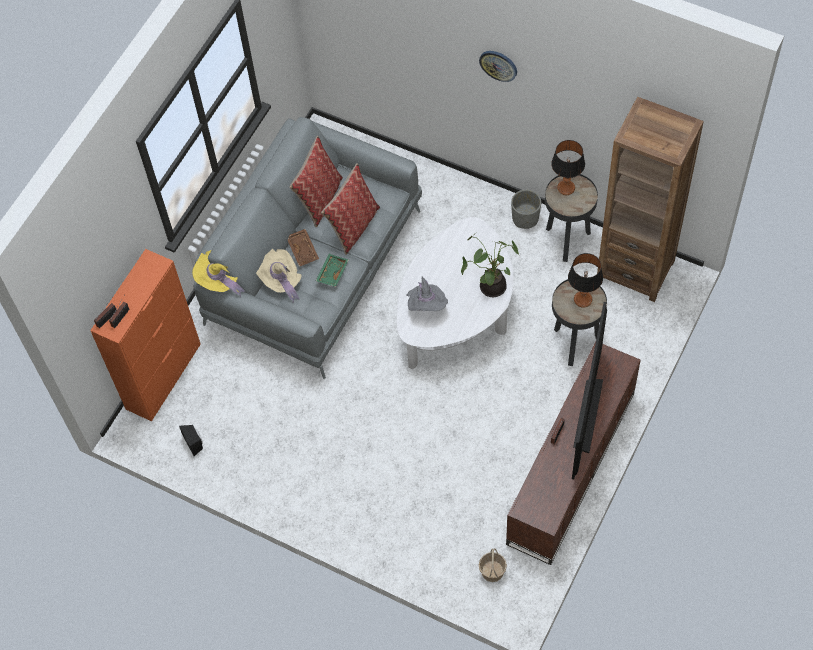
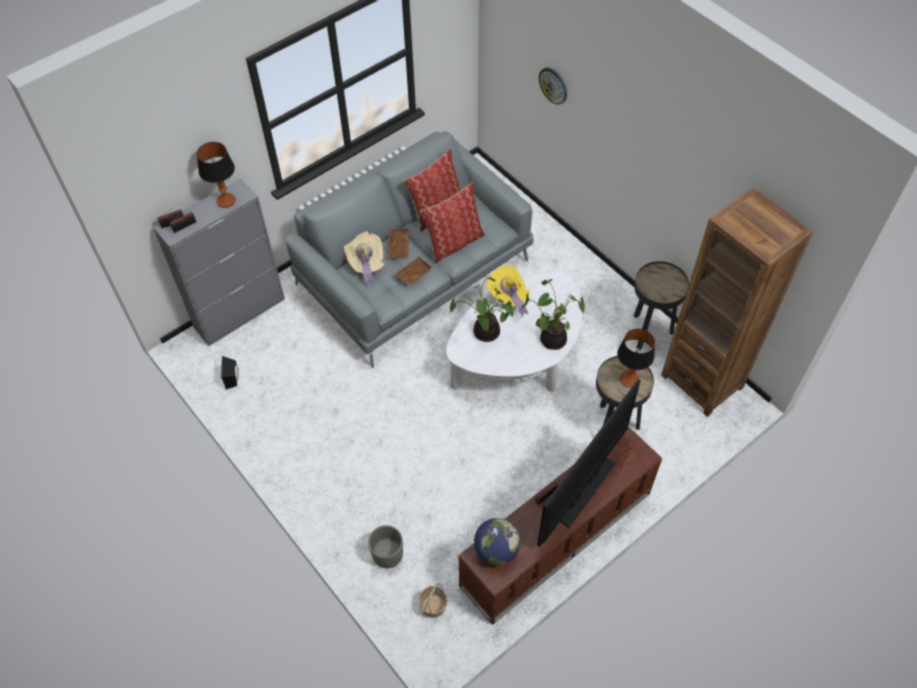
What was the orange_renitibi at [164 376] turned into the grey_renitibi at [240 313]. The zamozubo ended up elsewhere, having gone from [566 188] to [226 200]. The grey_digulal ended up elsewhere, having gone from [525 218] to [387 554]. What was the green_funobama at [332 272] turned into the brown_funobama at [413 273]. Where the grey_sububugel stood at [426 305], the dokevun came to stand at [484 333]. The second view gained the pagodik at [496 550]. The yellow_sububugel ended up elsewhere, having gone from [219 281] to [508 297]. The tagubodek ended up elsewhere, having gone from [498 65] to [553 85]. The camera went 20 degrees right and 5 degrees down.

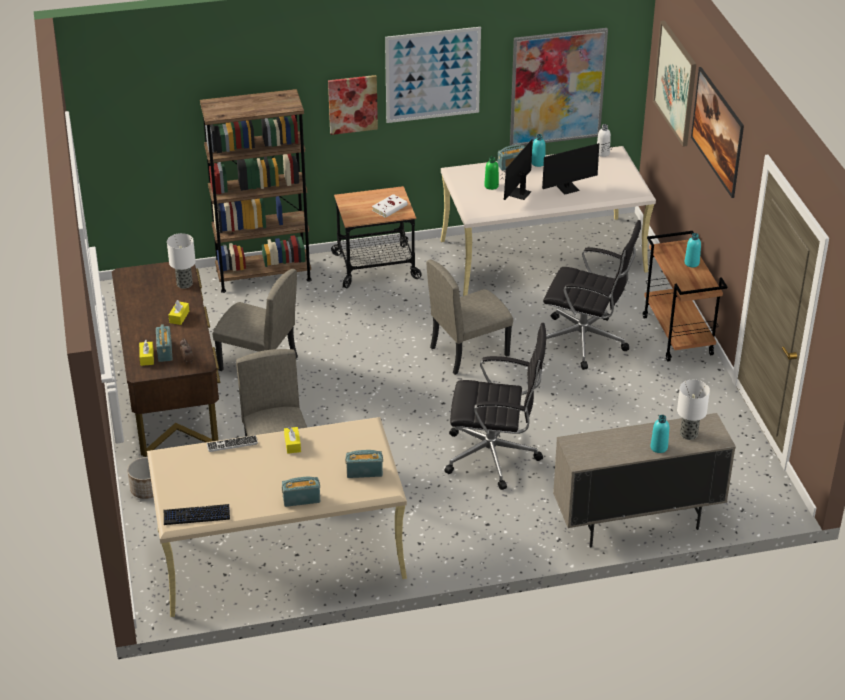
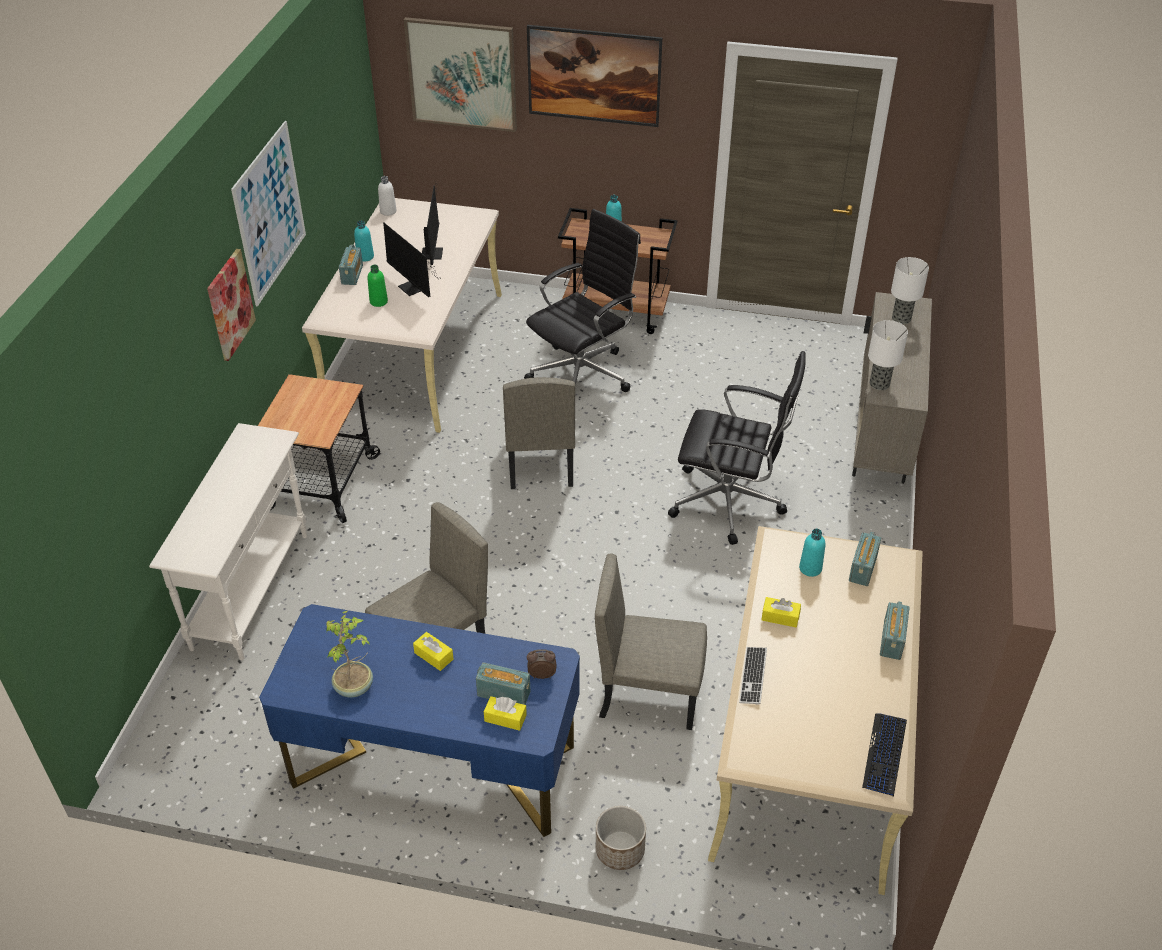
Where the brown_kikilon stood at [263 275], the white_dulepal came to stand at [251 590]. What was the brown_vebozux at [171 394] turned into the blue_vebozux at [433 764]. The second view gained the dokevun at [355 687]. The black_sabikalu at [494 456] ended up facing another way, 75 degrees clockwise from before. The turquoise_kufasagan ended up elsewhere, having gone from [659 447] to [810 568]. The zamozubo ended up elsewhere, having gone from [184 284] to [879 384]. The second view lost the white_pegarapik at [390 207]. The second view lost the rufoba at [557 87]. The camera went 65 degrees left and 5 degrees up.

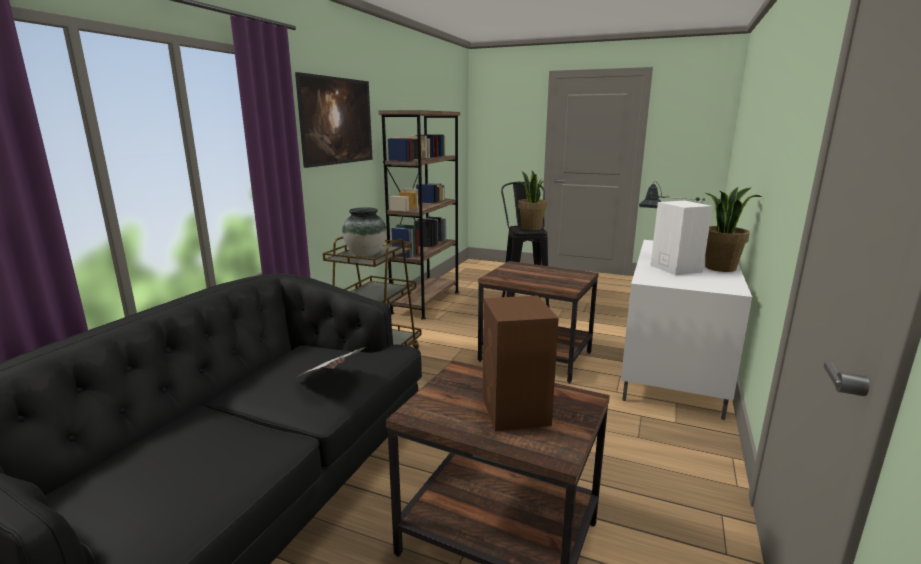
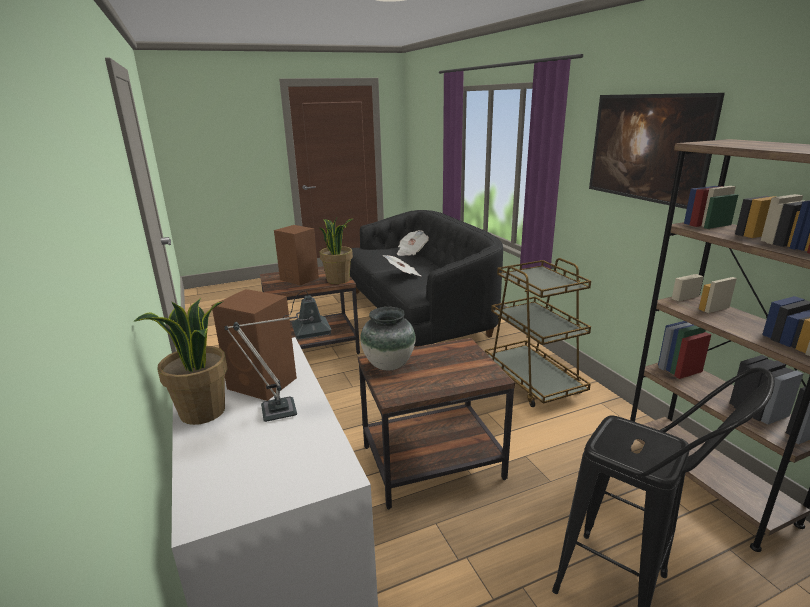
What was the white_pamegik at [675 268] turned into the brown_pamegik at [263 384]. The dokevun ended up elsewhere, having gone from [530 228] to [338 280]. The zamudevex ended up elsewhere, having gone from [365 255] to [389 365]. The second view gained the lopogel at [411 252]. The camera went 135 degrees right and 5 degrees up.

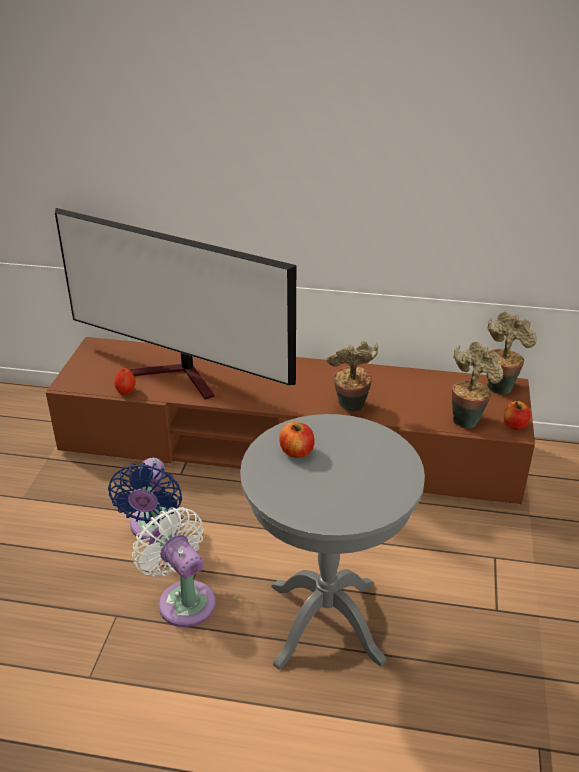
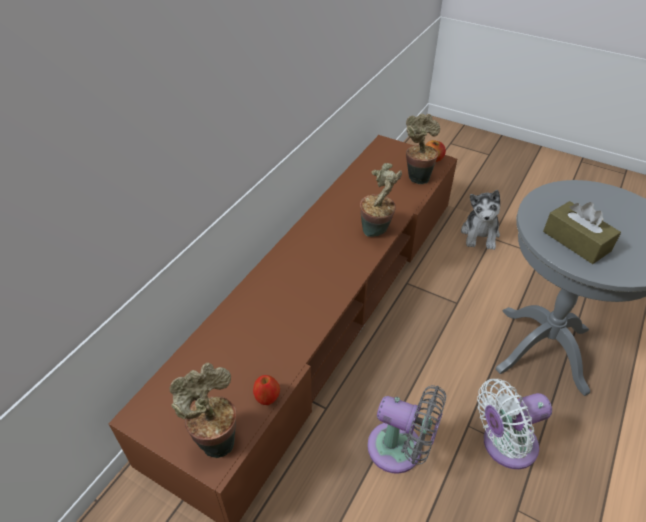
The dokevun ended up elsewhere, having gone from [500 386] to [215 439]. What was the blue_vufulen at [154 527] turned into the grey_vufulen at [400 450]. The second view gained the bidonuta at [480 234]. Where the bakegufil stood at [297 452], the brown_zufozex came to stand at [576 241]. The second view lost the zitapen at [182 377]. The camera went 70 degrees left and 10 degrees up.

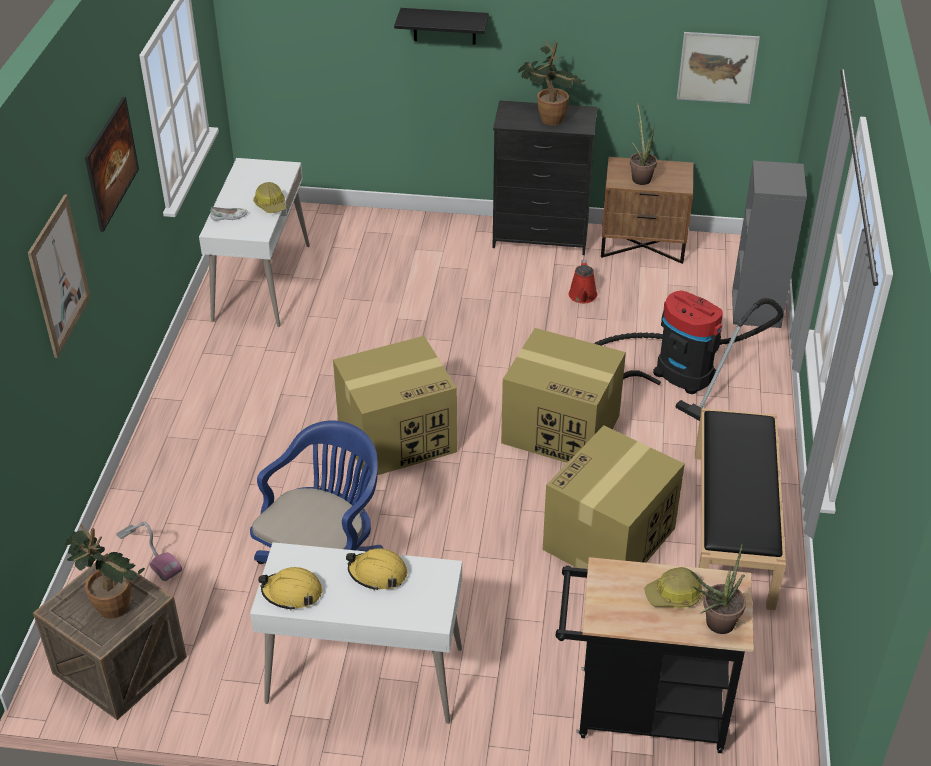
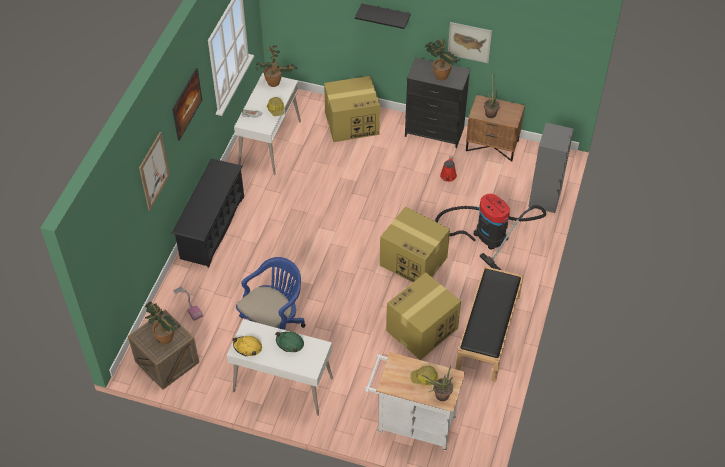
The second view gained the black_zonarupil at [212 227]. The second view gained the dokevun at [276 83]. What was the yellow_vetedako at [378 574] turned into the green_vetedako at [290 343]. The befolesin ended up elsewhere, having gone from [398 437] to [352 123]. What was the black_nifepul at [640 711] turned into the white_nifepul at [412 424]. The rufoba ended up elsewhere, having gone from [717 67] to [469 42]. The camera went 10 degrees right and 10 degrees up.

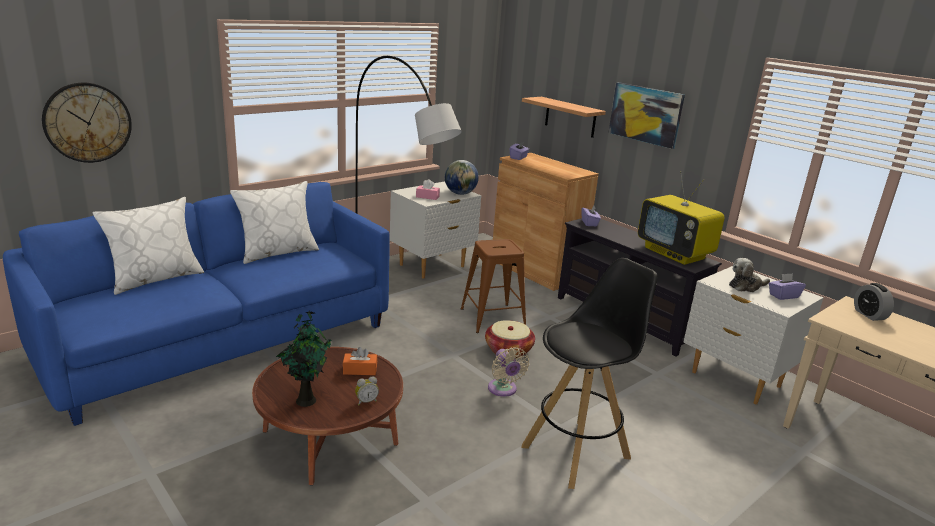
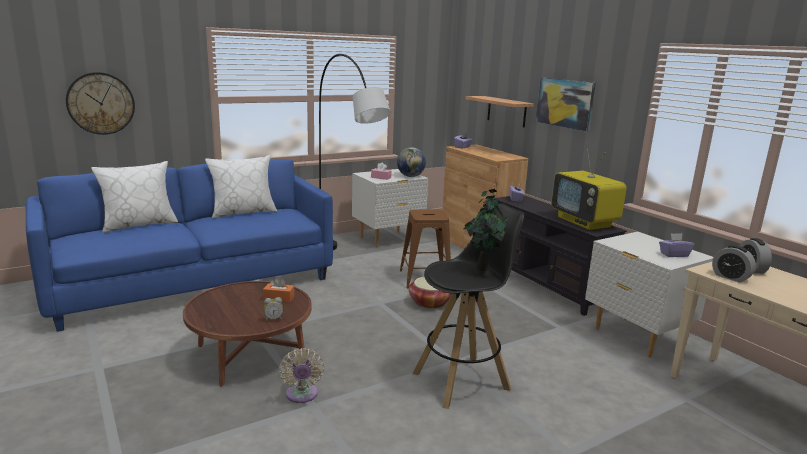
The beige_vufulen ended up elsewhere, having gone from [503 390] to [301 396]. The dokevun ended up elsewhere, having gone from [306 399] to [482 271]. The second view gained the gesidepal at [730 277]. The second view lost the bidonuta at [746 286]. The camera went 10 degrees right and 5 degrees down.

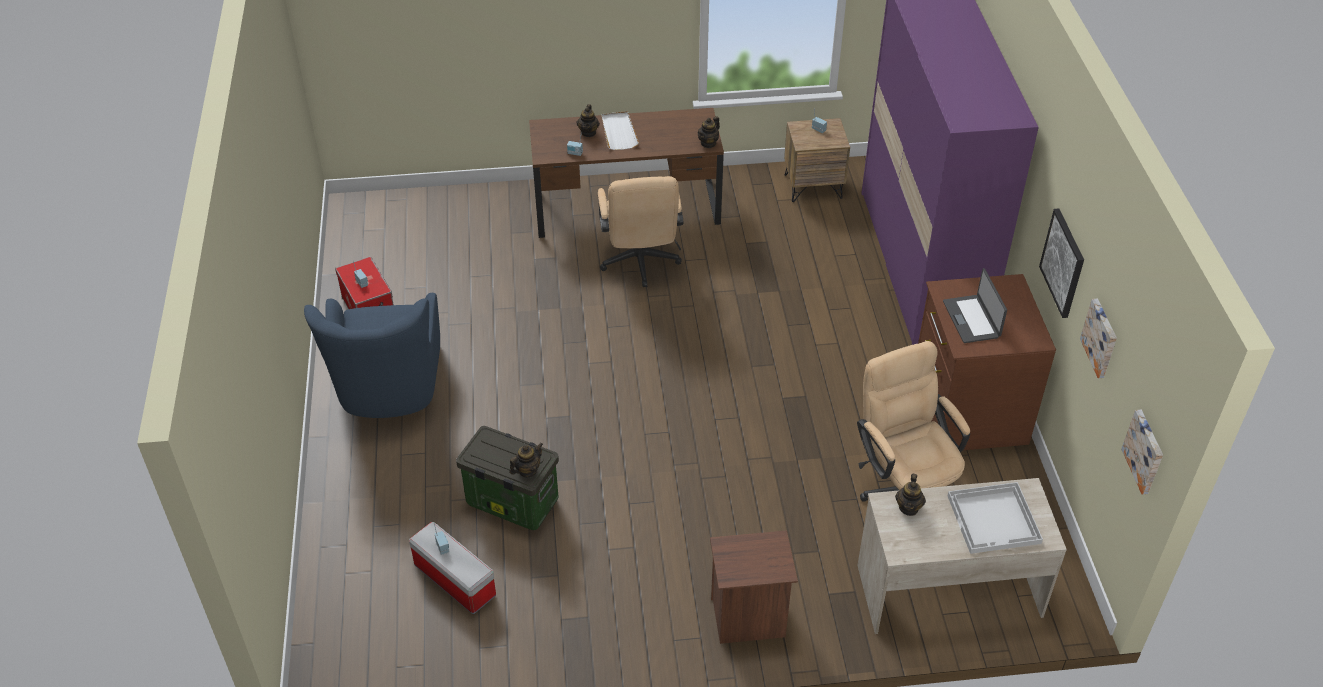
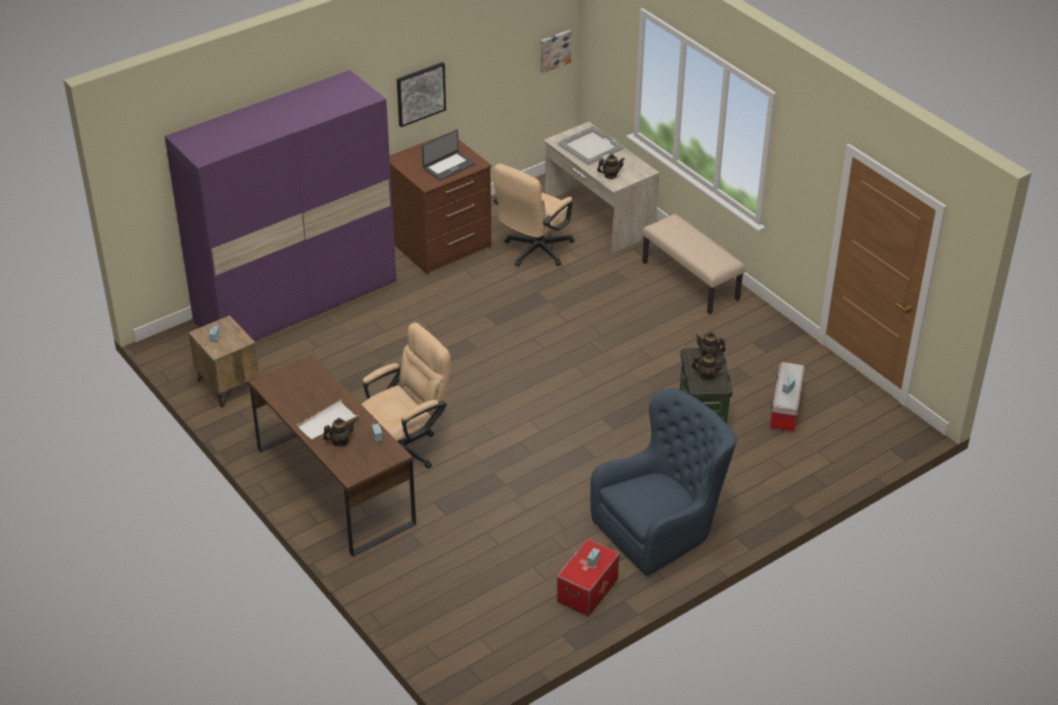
Where the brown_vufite stood at [748 619], the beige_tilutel came to stand at [691 281]. The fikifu ended up elsewhere, having gone from [708 143] to [707 376]. The second view lost the rufoba at [1101 338]. The camera went 120 degrees left and 5 degrees down.

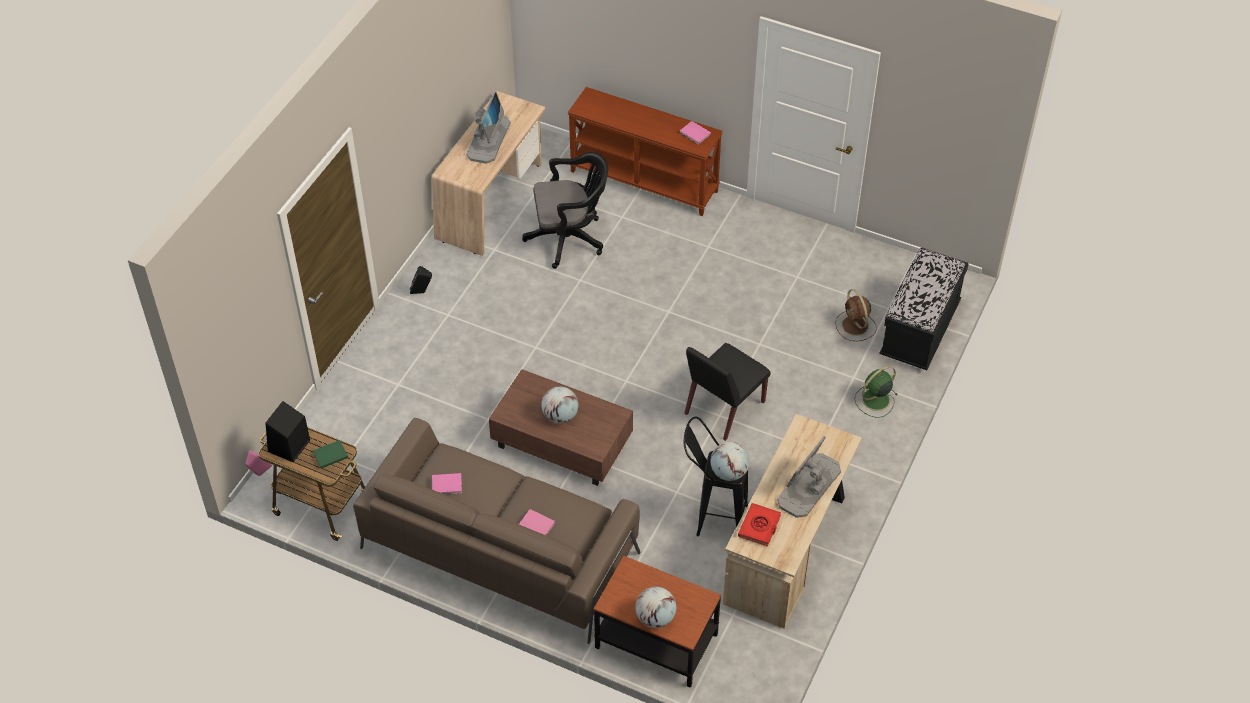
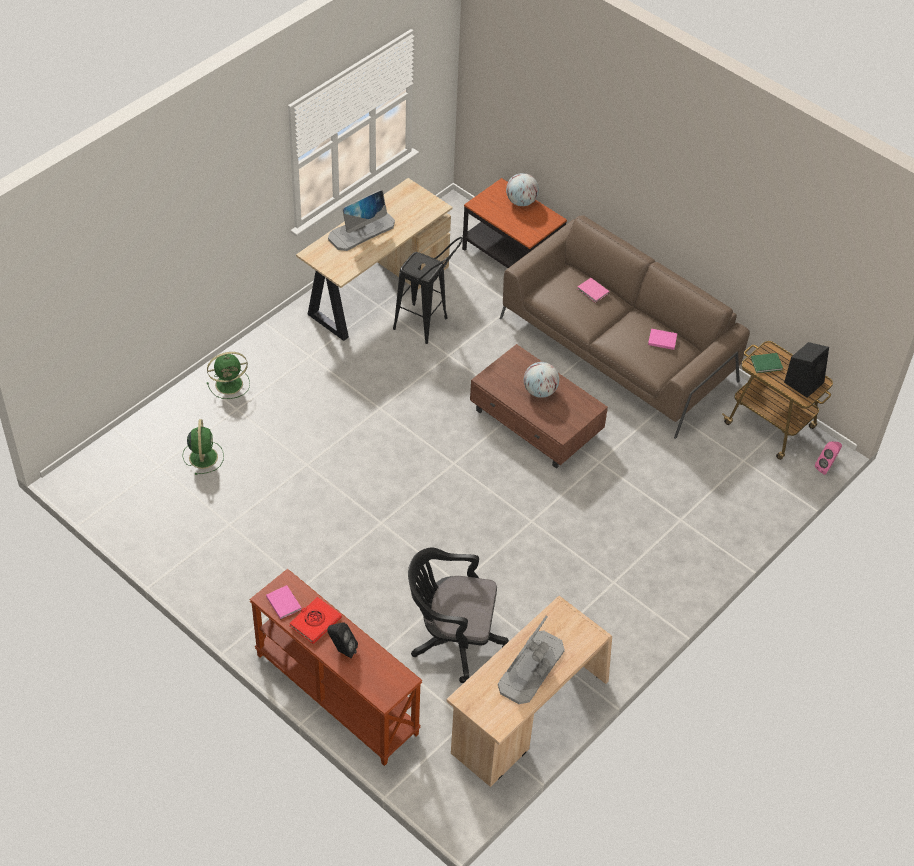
What was the brown_vufulen at [855 326] turned into the green_vufulen at [203 456]. The red_pegarapik ended up elsewhere, having gone from [759 526] to [315 622]. The black_pamegik ended up elsewhere, having gone from [422 292] to [342 650]. The second view lost the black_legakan at [724 408]. The second view lost the pagodik at [729 472]. The second view lost the black_tilutel at [919 330]. The camera went 165 degrees left and 0 degrees up.

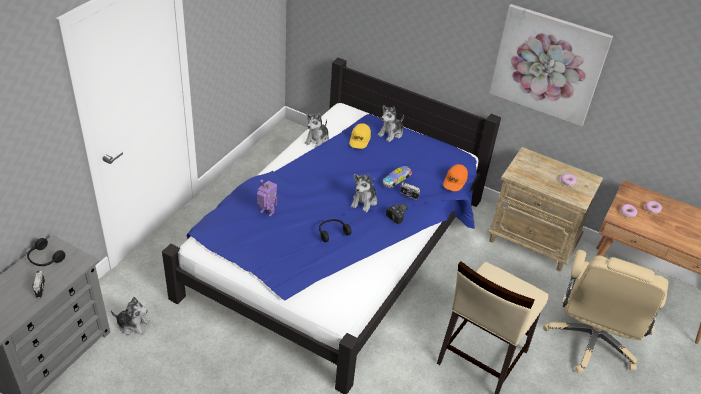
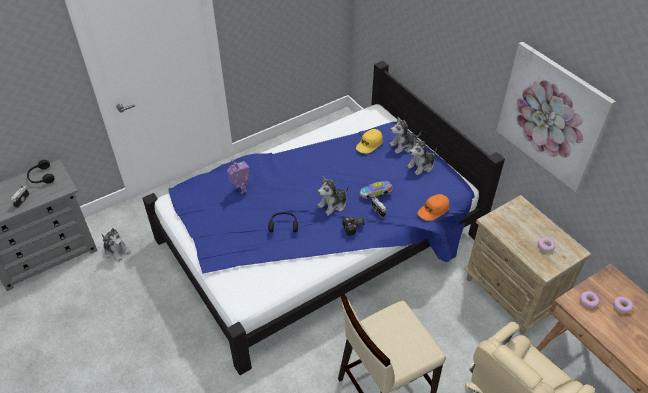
The bidonuta ended up elsewhere, having gone from [317 140] to [421 166]. The camera went 30 degrees right and 5 degrees up.

